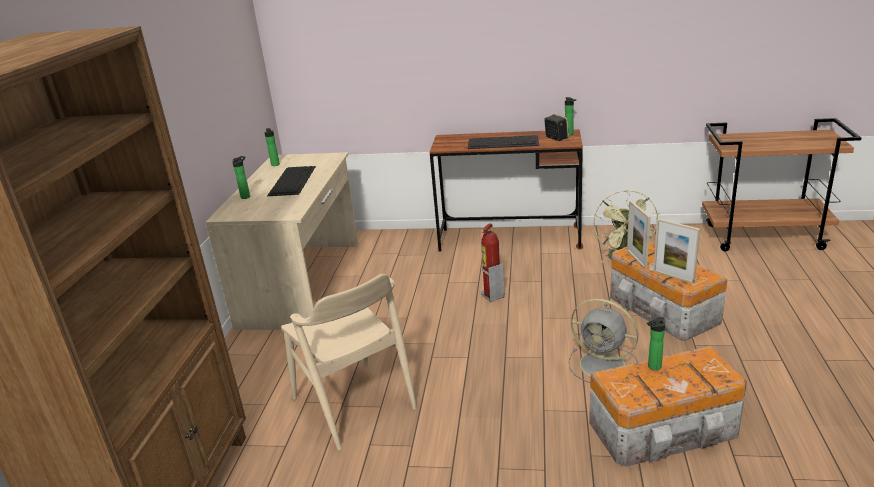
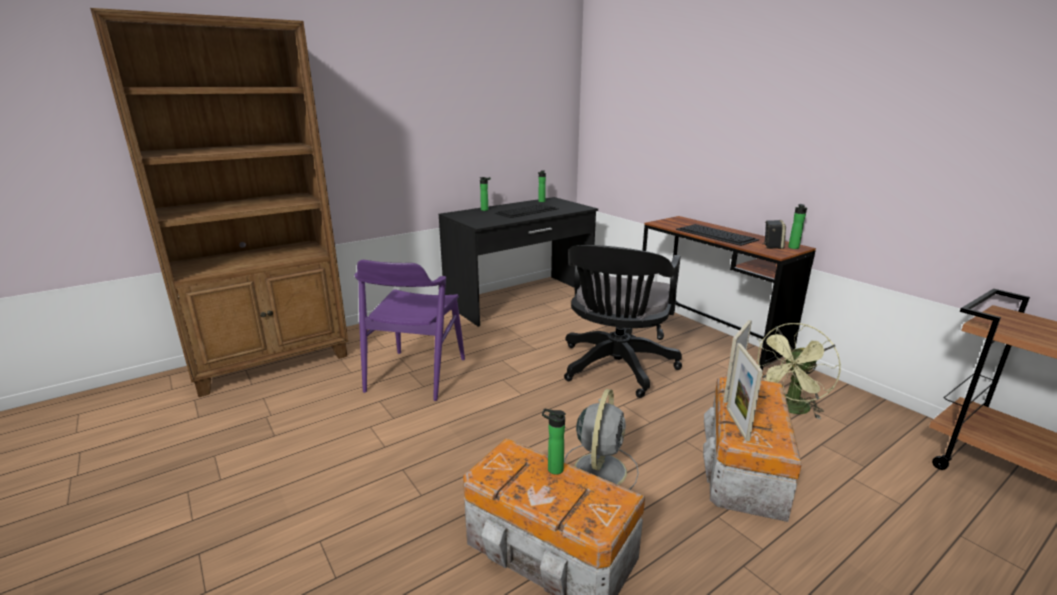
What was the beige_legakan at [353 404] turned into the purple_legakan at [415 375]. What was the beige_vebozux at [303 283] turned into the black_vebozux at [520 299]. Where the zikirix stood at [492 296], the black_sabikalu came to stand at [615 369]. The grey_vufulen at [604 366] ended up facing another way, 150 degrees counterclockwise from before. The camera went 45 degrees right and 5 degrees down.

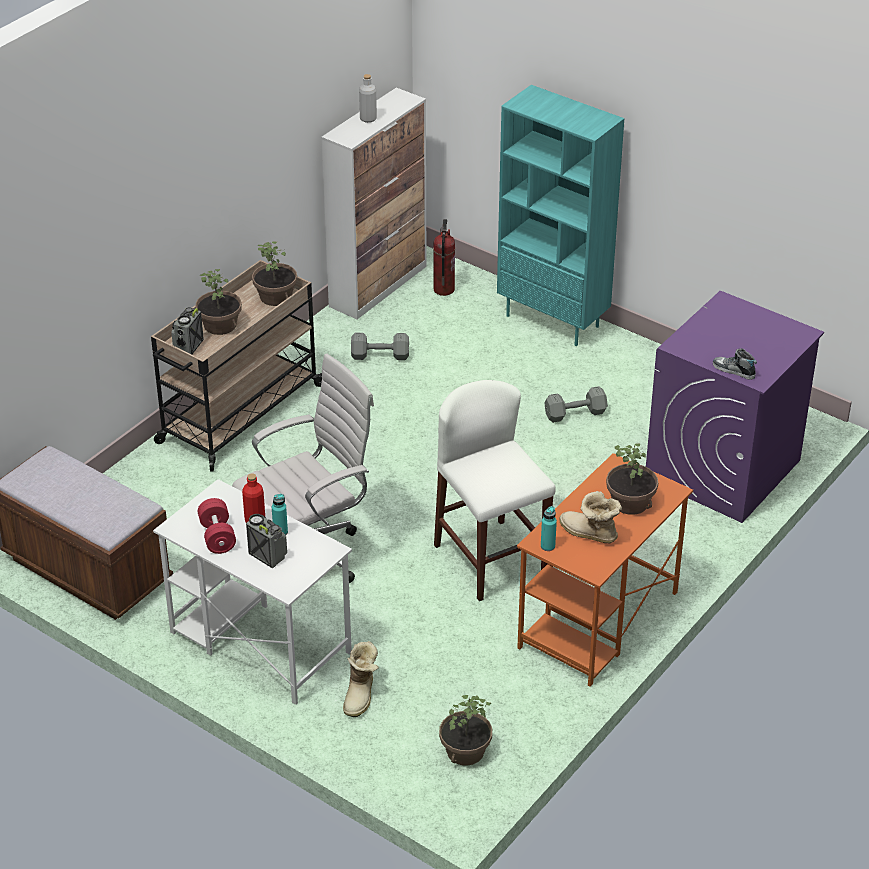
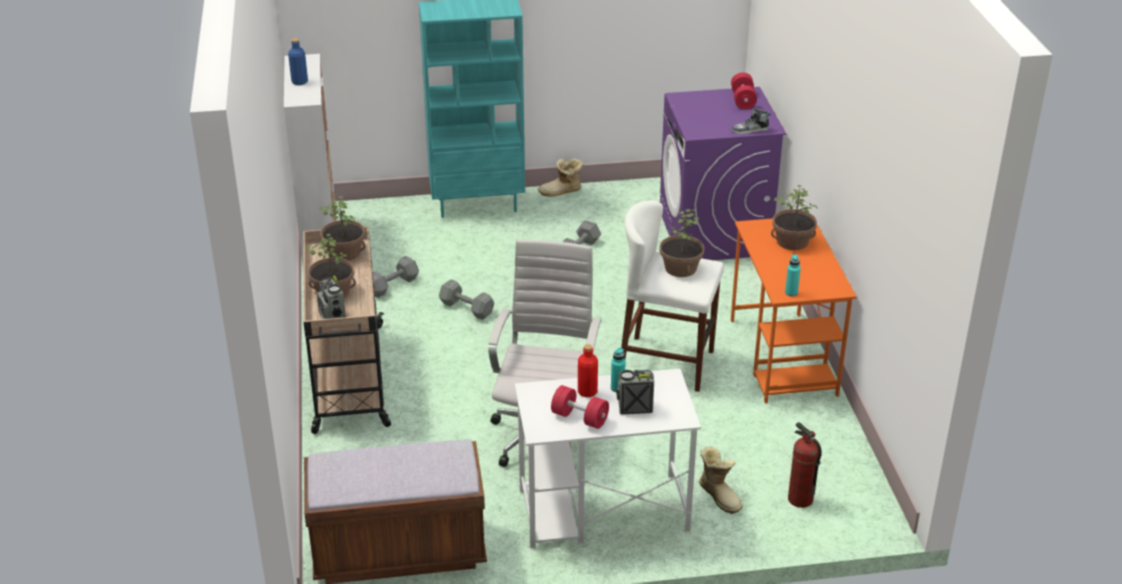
What was the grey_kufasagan at [368 119] turned into the blue_kufasagan at [299 82]. The second view gained the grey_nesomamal at [466 308]. The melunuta ended up elsewhere, having gone from [589 534] to [561 192]. The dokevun ended up elsewhere, having gone from [465 751] to [680 268]. The second view gained the red_nesomamal at [743 100]. The zikirix ended up elsewhere, having gone from [443 289] to [799 499]. The camera went 45 degrees left and 5 degrees down.

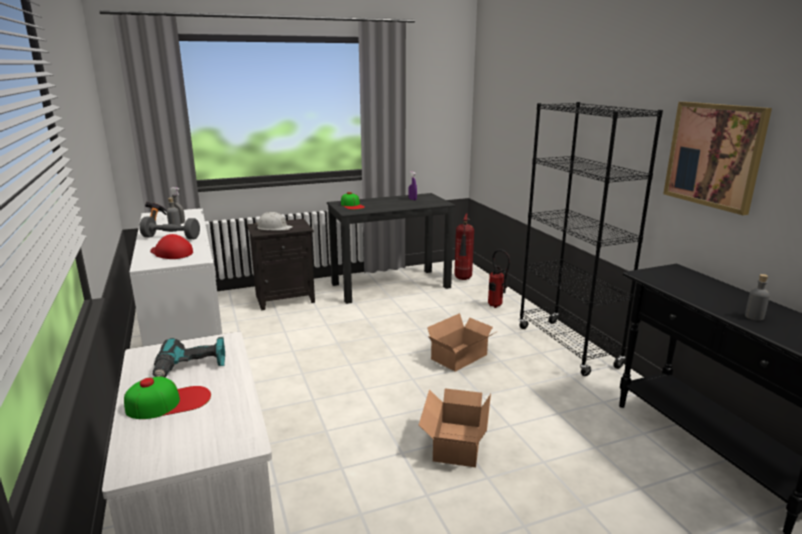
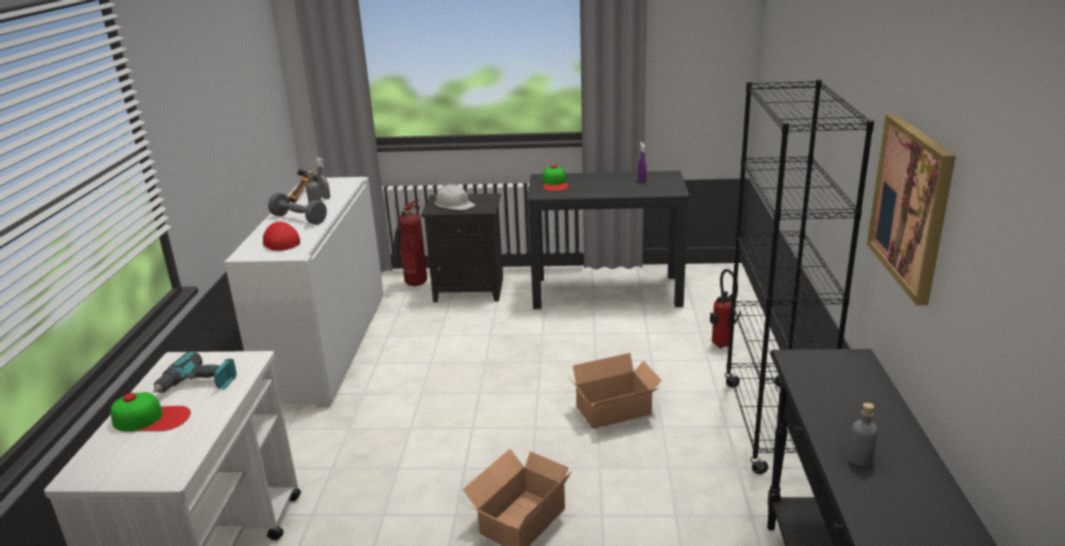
The zikirix ended up elsewhere, having gone from [463 279] to [414 285]. The camera went 25 degrees right and 5 degrees up.

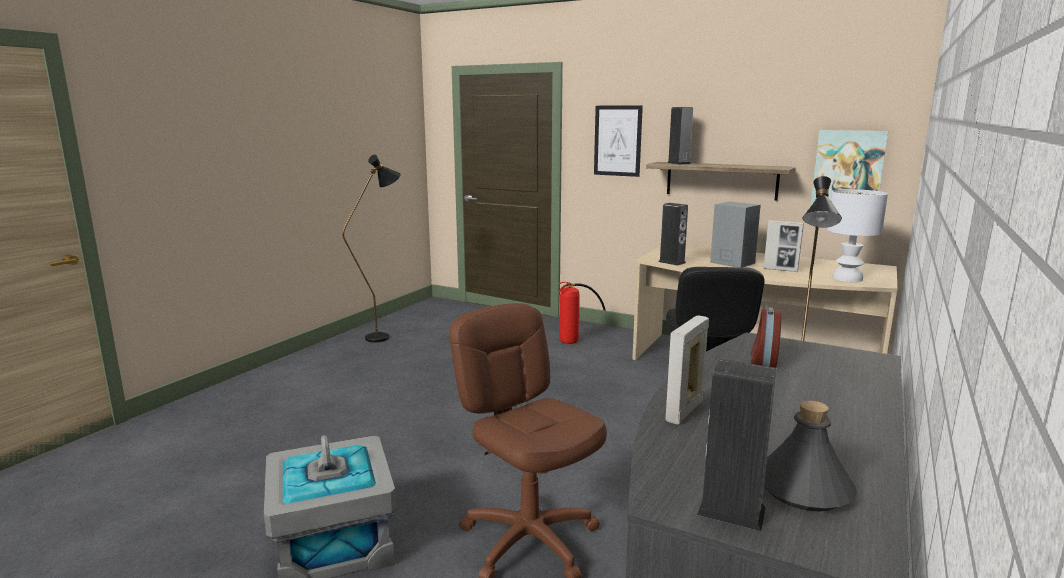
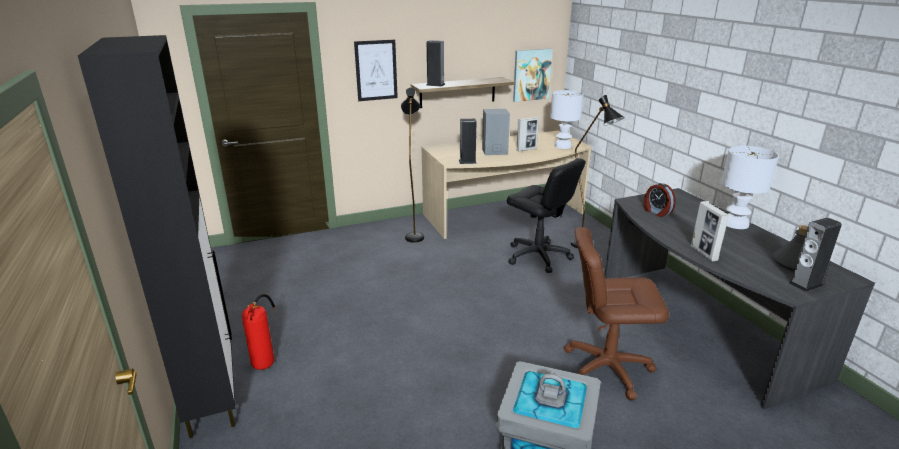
The second view gained the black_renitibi at [212 397]. The zikirix ended up elsewhere, having gone from [577 338] to [266 355]. The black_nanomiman ended up elsewhere, having gone from [384 336] to [414 234]. The second view gained the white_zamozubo at [735 224]. The camera went 50 degrees left and 10 degrees up.

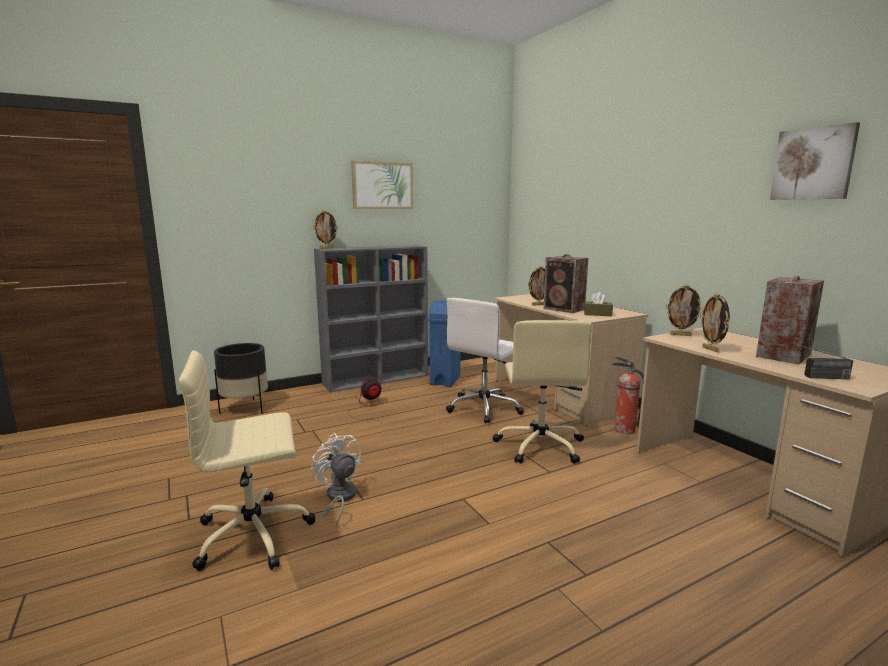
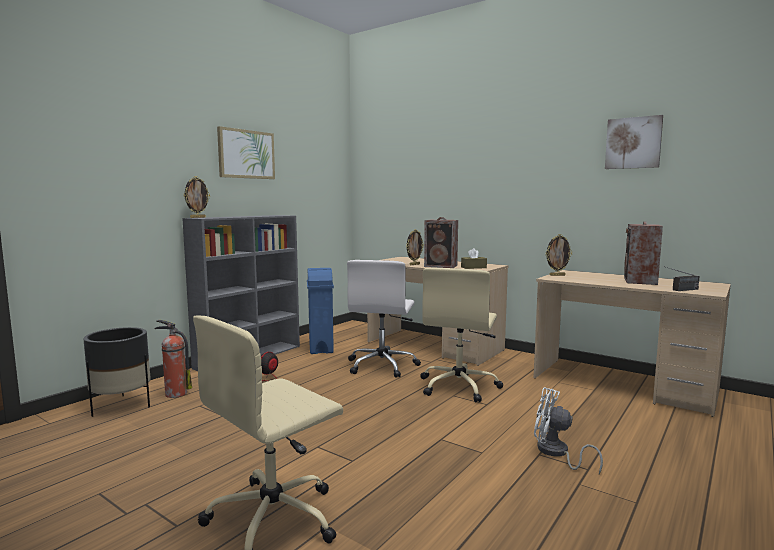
The zikirix ended up elsewhere, having gone from [623 429] to [175 394]. The beige_sabikalu at [540 445] ended up facing another way, 45 degrees clockwise from before. The white_vufulen ended up elsewhere, having gone from [339 498] to [556 453]. The second view lost the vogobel at [711 349]. The camera went 25 degrees left and 5 degrees down.

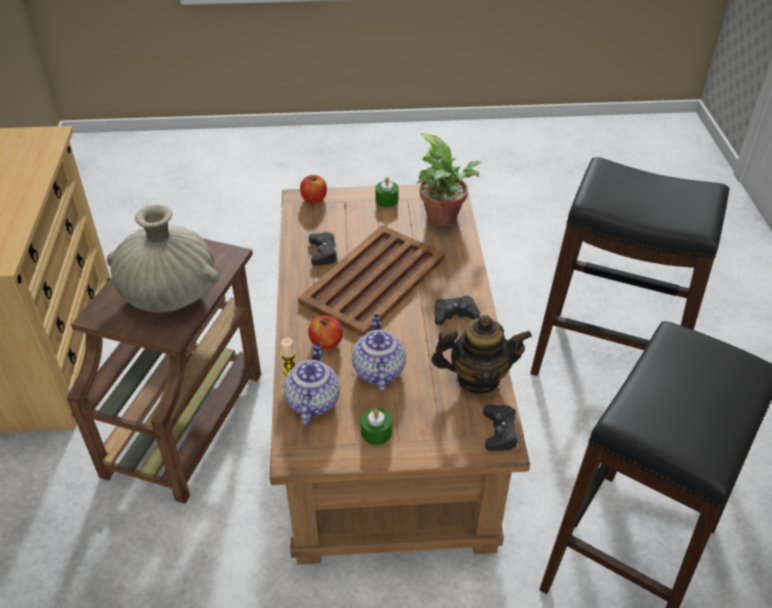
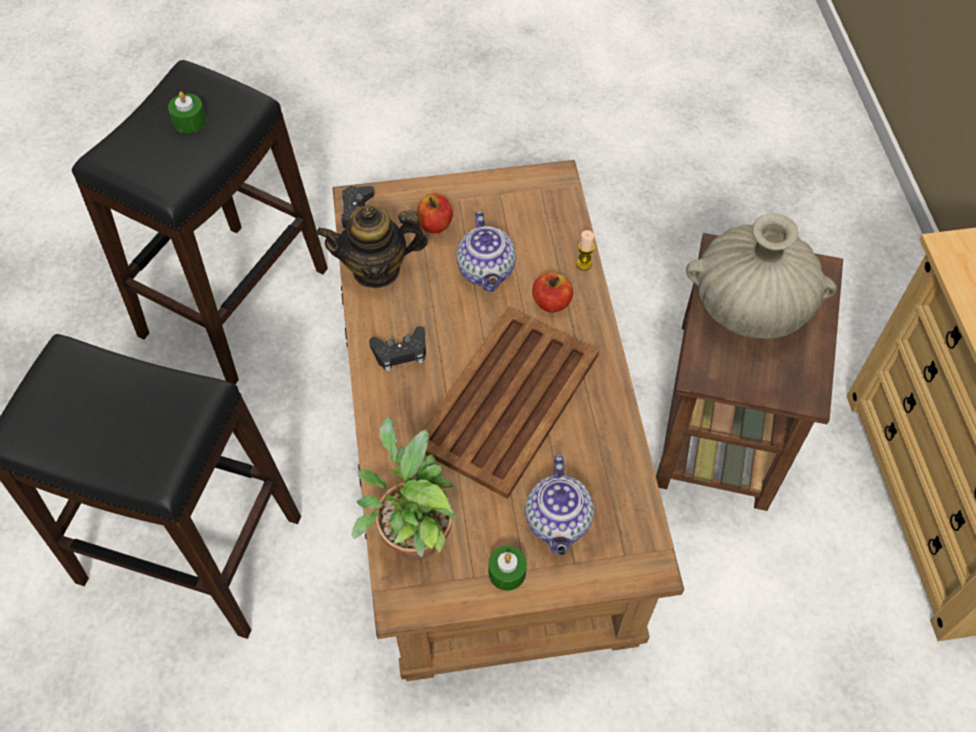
The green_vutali ended up elsewhere, having gone from [376 432] to [189 121]. The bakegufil ended up elsewhere, having gone from [314 199] to [435 224]. The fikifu ended up elsewhere, having gone from [312 401] to [558 522]. The second view lost the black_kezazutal at [323 253]. The camera went 175 degrees right and 15 degrees up.

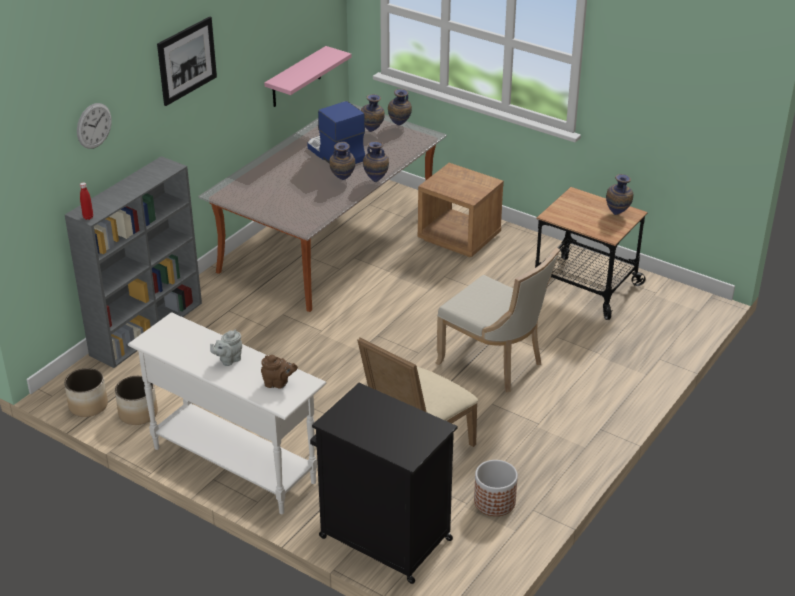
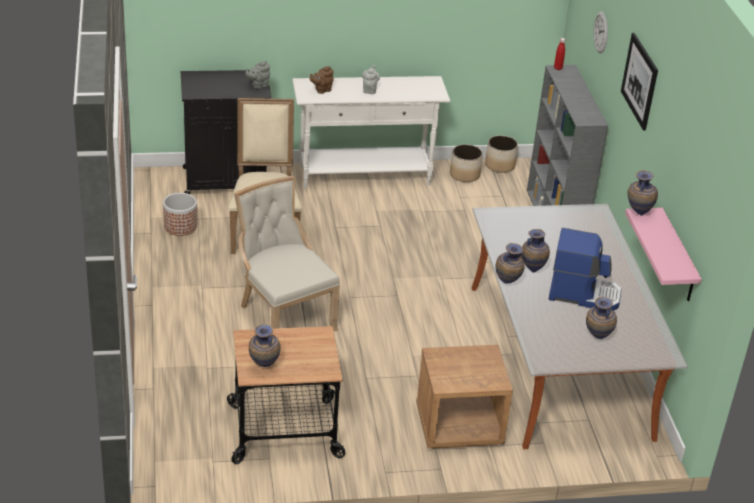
The beige_legakan at [494 363] ended up facing another way, 60 degrees clockwise from before. The second view gained the grey_fikifu at [258 85]. The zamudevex ended up elsewhere, having gone from [399 126] to [638 213]. The camera went 135 degrees right and 0 degrees up.

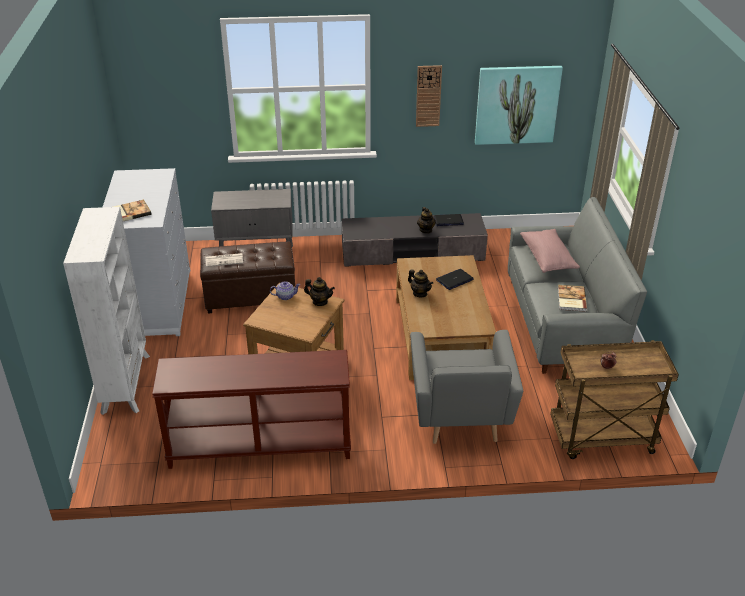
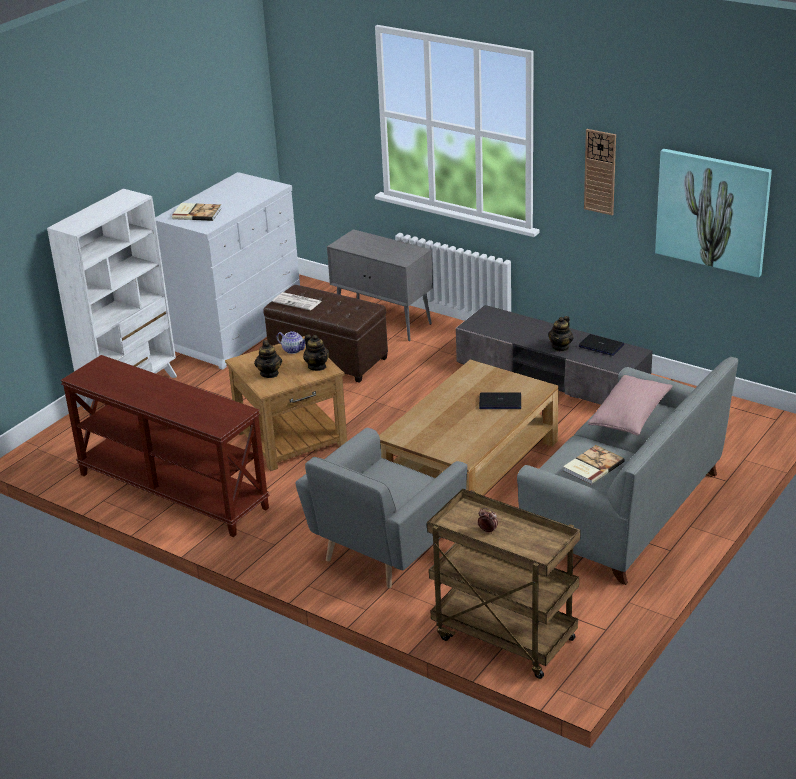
The fikifu ended up elsewhere, having gone from [420 293] to [269 373]. The camera went 40 degrees right and 5 degrees down.

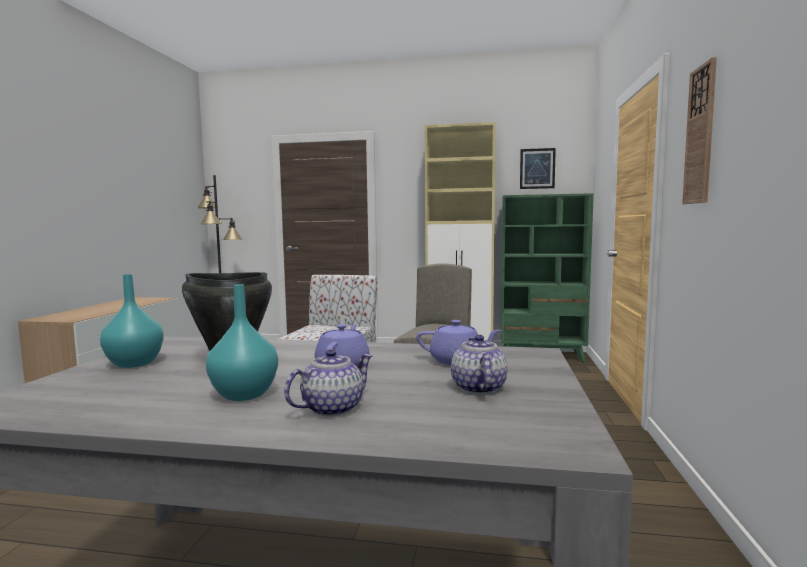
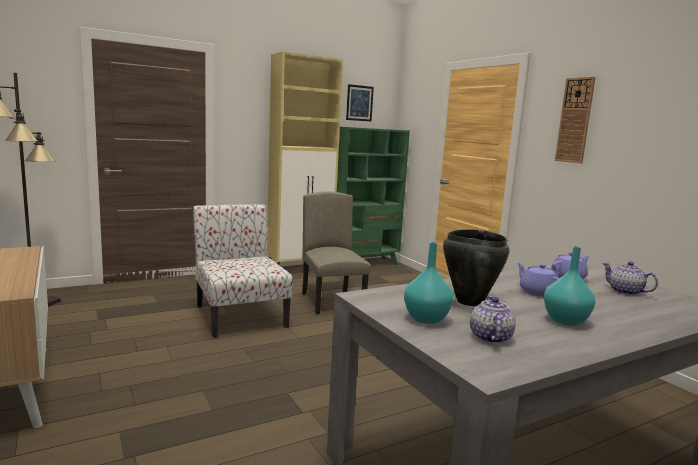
The fikifu ended up elsewhere, having gone from [331 408] to [490 337]. The camera went 40 degrees left and 5 degrees up.

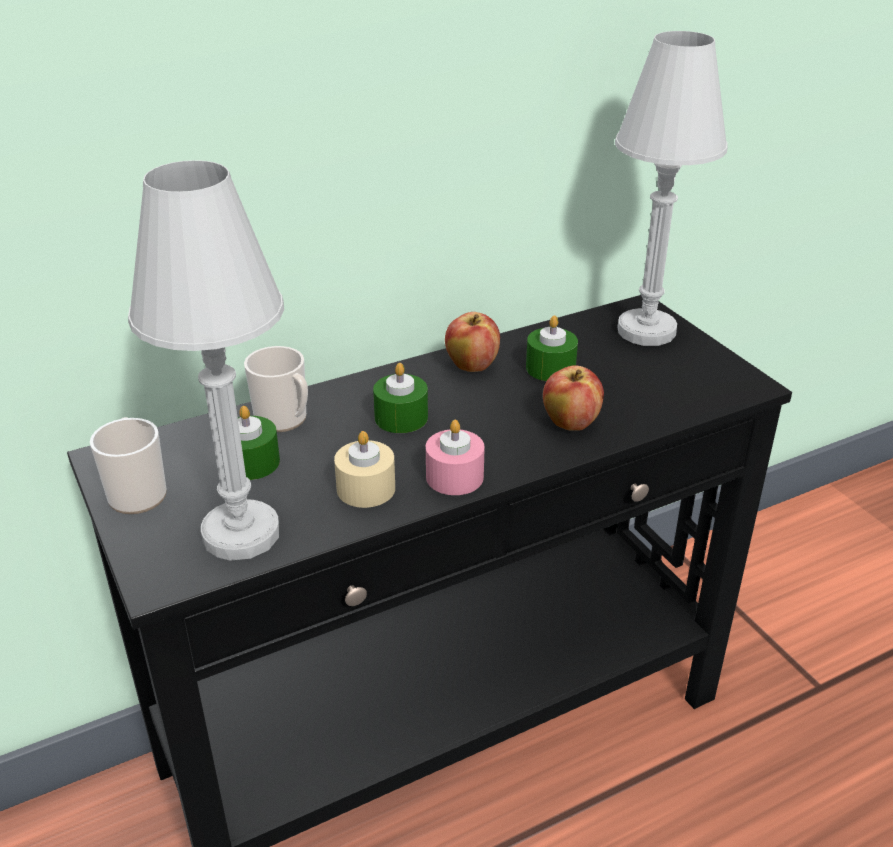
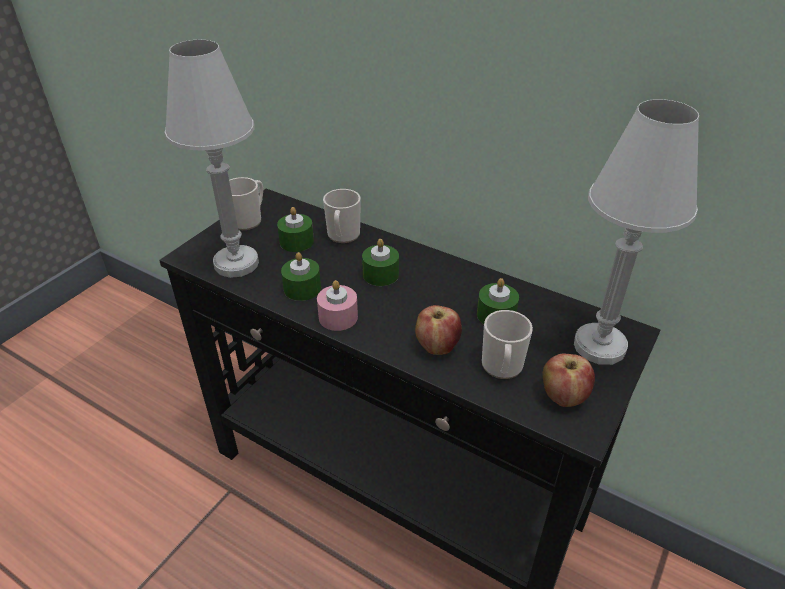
What was the beige_vutali at [366 488] turned into the green_vutali at [302 288]. The second view gained the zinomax at [502 368]. The bakegufil ended up elsewhere, having gone from [472 366] to [563 397]. The camera went 60 degrees right and 5 degrees up.

